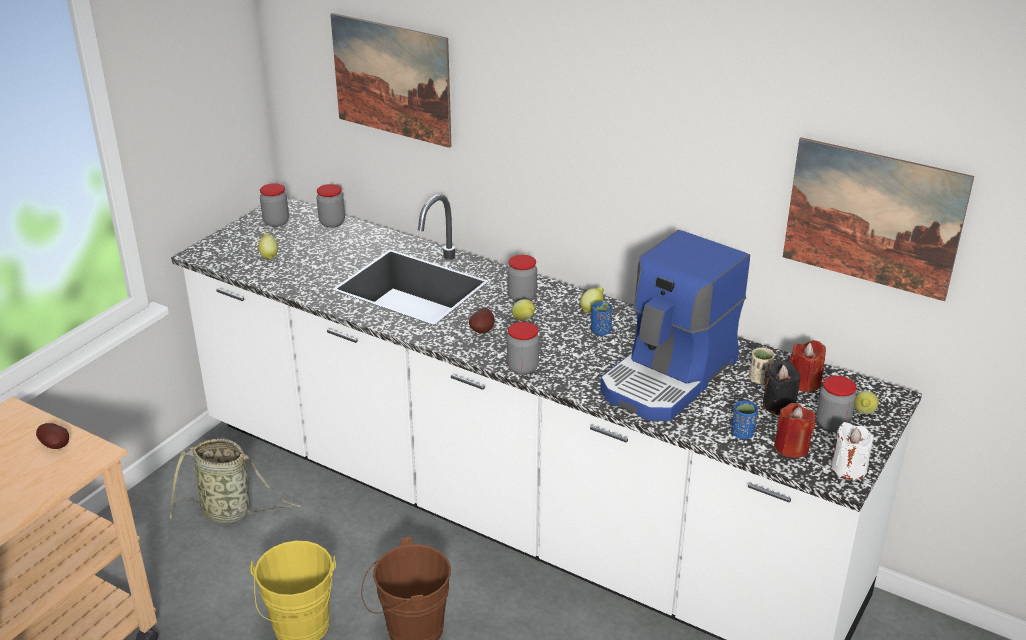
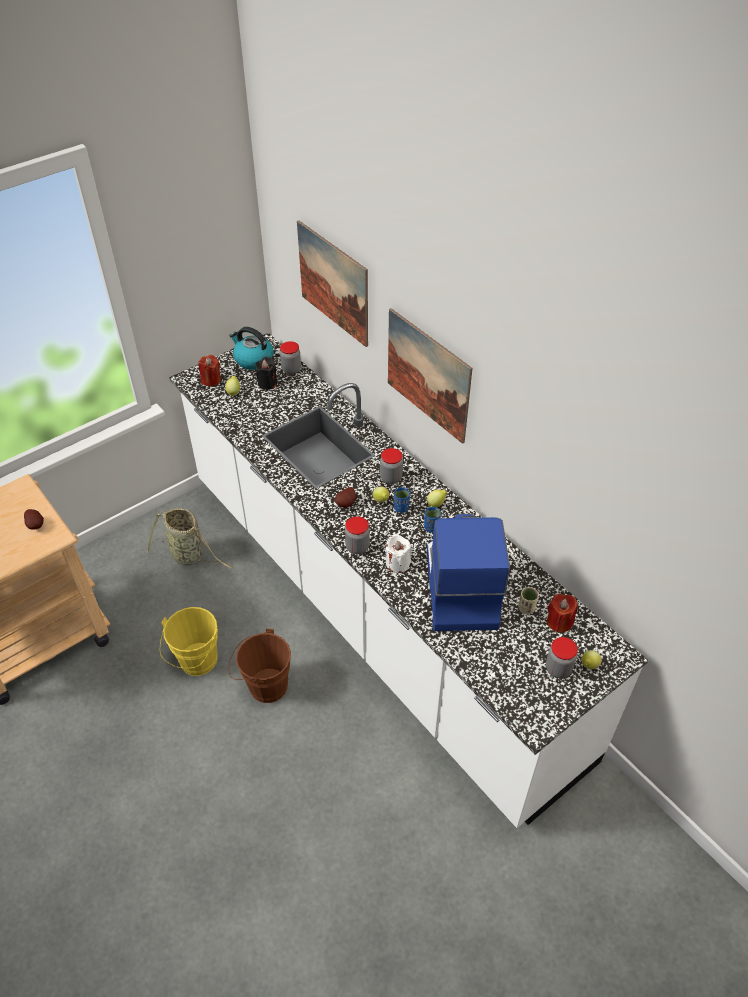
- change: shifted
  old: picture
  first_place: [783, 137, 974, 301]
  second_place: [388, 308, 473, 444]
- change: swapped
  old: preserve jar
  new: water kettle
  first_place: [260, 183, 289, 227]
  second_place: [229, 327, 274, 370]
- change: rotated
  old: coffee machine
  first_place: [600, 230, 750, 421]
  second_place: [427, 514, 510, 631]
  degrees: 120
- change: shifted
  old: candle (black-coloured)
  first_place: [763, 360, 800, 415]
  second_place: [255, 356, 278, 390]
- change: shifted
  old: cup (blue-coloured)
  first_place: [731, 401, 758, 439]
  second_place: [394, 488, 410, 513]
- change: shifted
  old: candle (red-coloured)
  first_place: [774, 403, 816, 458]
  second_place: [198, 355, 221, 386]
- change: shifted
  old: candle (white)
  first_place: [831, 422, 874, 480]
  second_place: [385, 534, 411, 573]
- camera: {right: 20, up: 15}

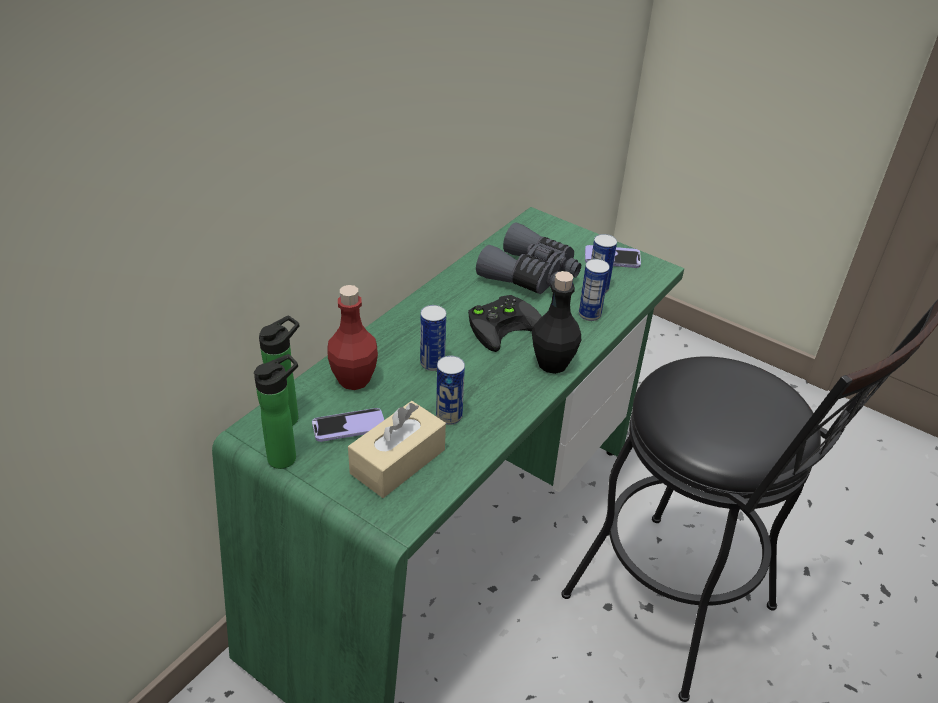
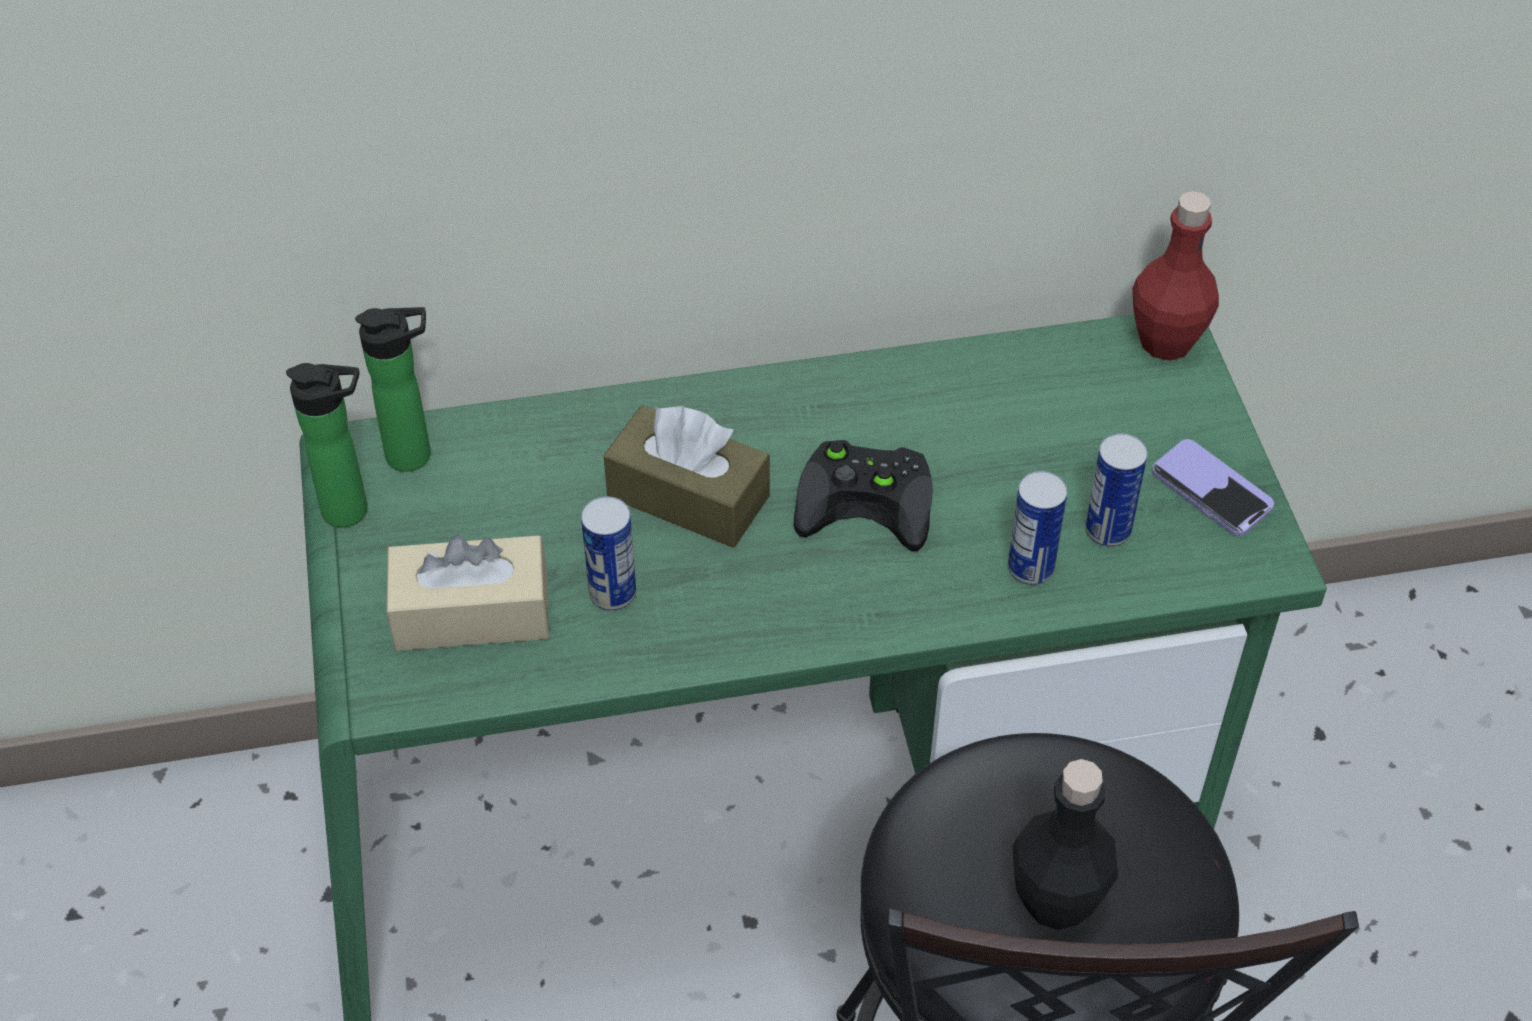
- change: gone
  old: field glasses (grey)
  first_place: [476, 223, 581, 294]
- change: shifted
  old: beverage bottle (black-coloured)
  first_place: [532, 271, 581, 374]
  second_place: [1013, 759, 1118, 930]
- change: shifted
  old: beverage bottle (red-coloured)
  first_place: [327, 285, 378, 390]
  second_place: [1132, 191, 1219, 361]
- change: swapped
  old: metal can
  new: box of tissues (brown-coloured)
  first_place: [420, 305, 446, 371]
  second_place: [604, 405, 770, 548]
- change: gone
  old: phone
  first_place: [312, 408, 384, 442]
- camera: {right: 45, up: 10}

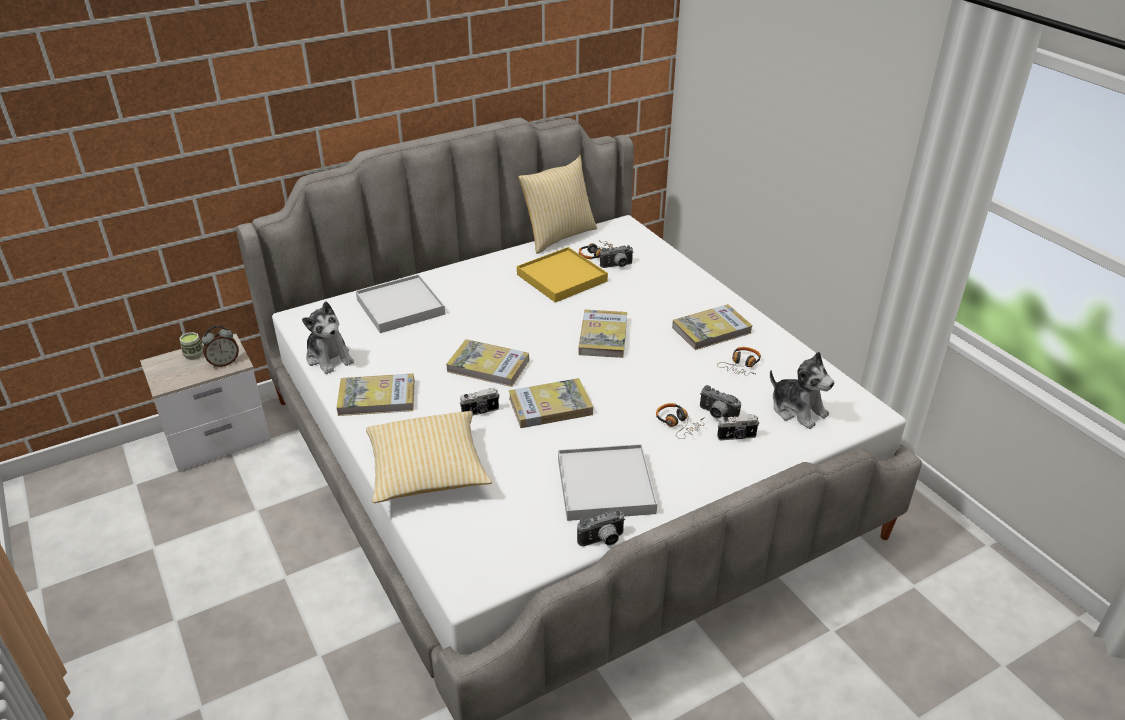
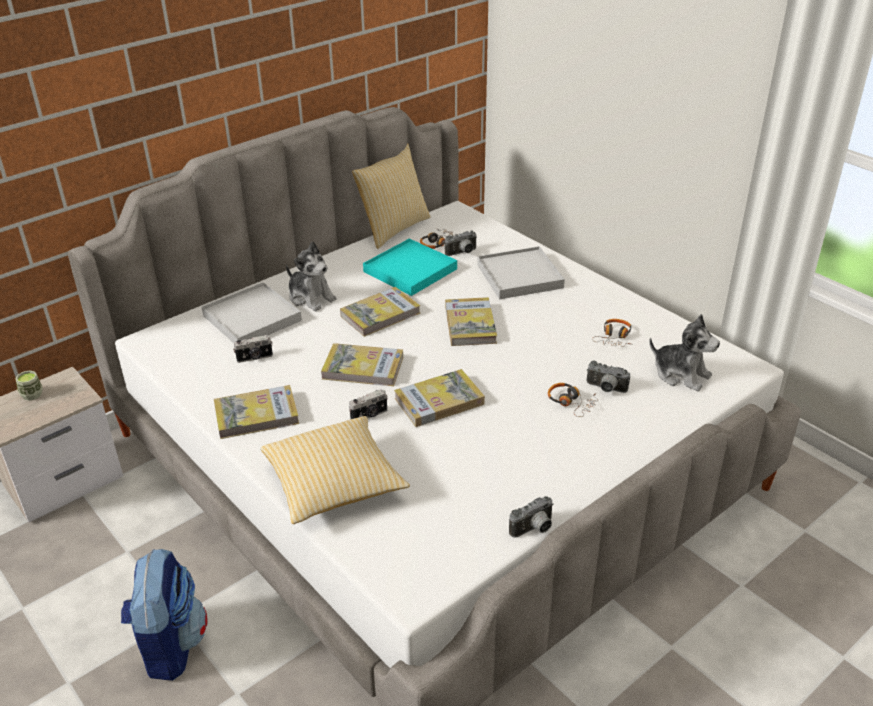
- change: repainted
  old: tray (yellow-coloured)
  new: tray (blue-green)
  first_place: [517, 247, 608, 303]
  second_place: [363, 239, 457, 296]
- change: shifted
  old: soft toy
  first_place: [302, 301, 354, 374]
  second_place: [286, 241, 337, 311]
- change: shifted
  old: bound book
  first_place: [672, 304, 753, 350]
  second_place: [340, 287, 420, 337]
- change: gone
  old: bedside clock
  first_place: [202, 325, 239, 368]
- change: shifted
  old: photo camera
  first_place: [717, 414, 759, 441]
  second_place: [233, 335, 273, 363]
- change: shifted
  old: tray (white)
  first_place: [558, 444, 657, 521]
  second_place: [477, 246, 565, 299]
- change: new
  new: backpack
  second_place: [121, 549, 208, 681]
- camera: {right: -10, up: 0}

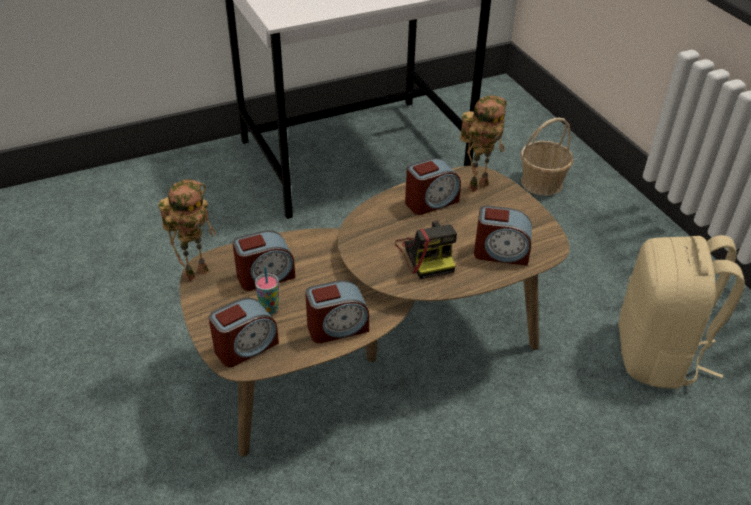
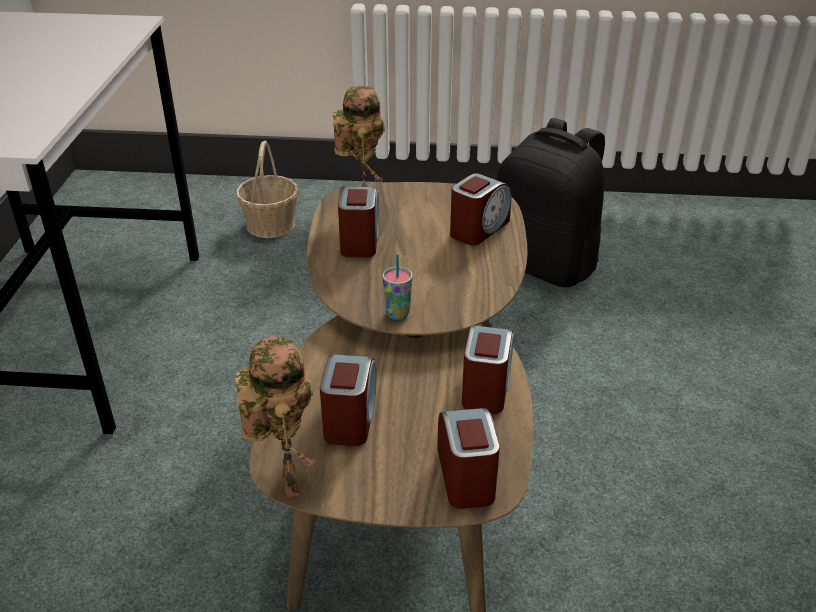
- change: gone
  old: photo camera
  first_place: [395, 220, 457, 279]
- change: repainted
  old: backpack (beige-coloured)
  new: backpack (black-coloured)
  first_place: [618, 235, 745, 389]
  second_place: [497, 118, 605, 288]
- change: shifted
  old: cup
  first_place: [255, 267, 279, 314]
  second_place: [383, 254, 412, 320]
- camera: {right: -60, up: -5}

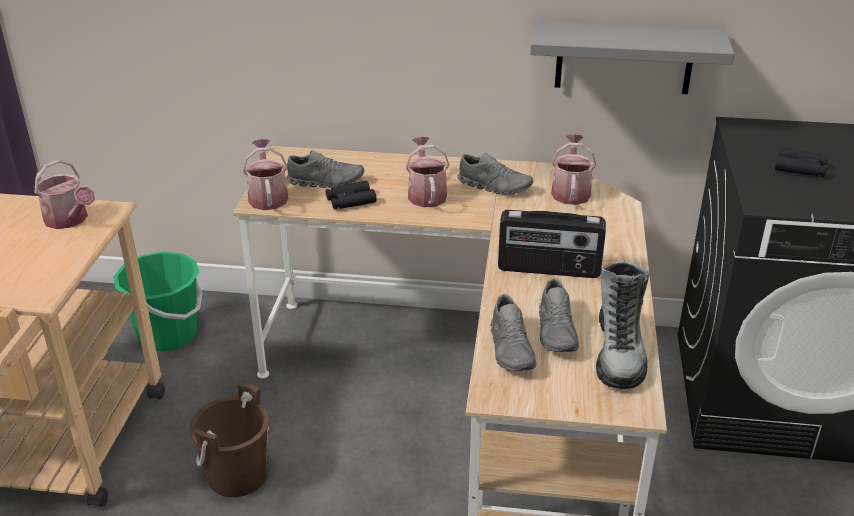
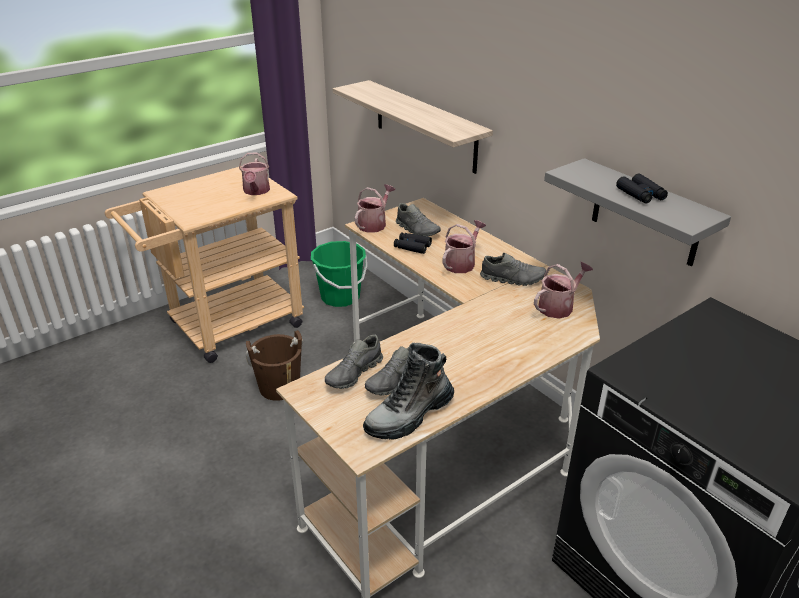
- change: shifted
  old: field glasses (black-coloured)
  first_place: [775, 146, 829, 177]
  second_place: [616, 174, 668, 204]
- change: rotated
  old: item of footwear (grey)
  first_place: [458, 152, 533, 195]
  second_place: [480, 253, 546, 286]
  degrees: -60
- change: gone
  old: radio
  first_place: [498, 210, 606, 278]
- change: new
  new: bracket shelf
  second_place: [333, 80, 493, 174]
- camera: {right: 45, up: 0}

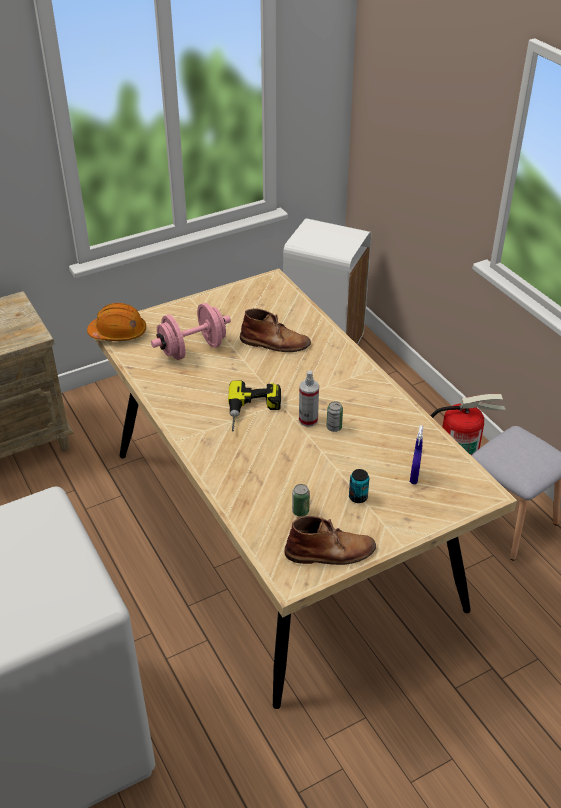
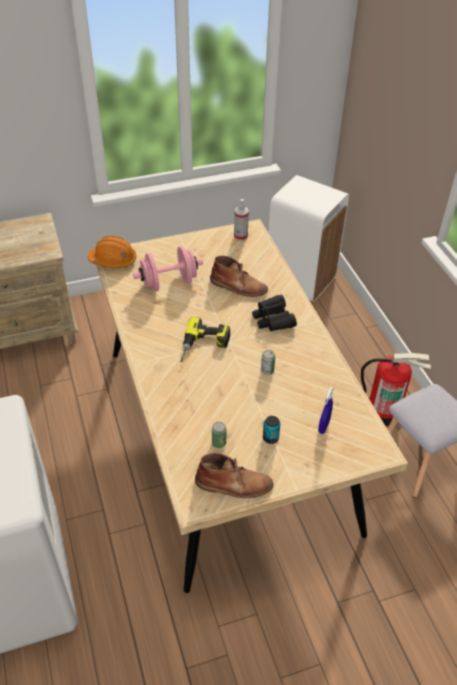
- change: shifted
  old: sprayer
  first_place: [299, 371, 319, 427]
  second_place: [234, 199, 249, 241]
- change: new
  new: field glasses (black-coloured)
  second_place: [252, 295, 297, 331]
- camera: {right: 10, up: 5}

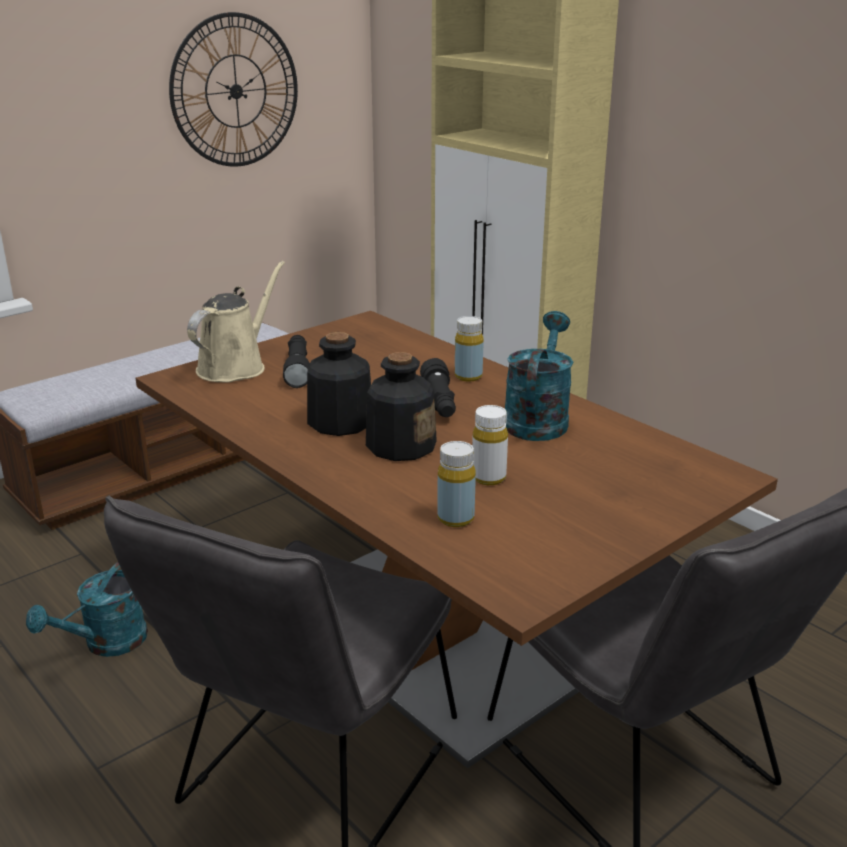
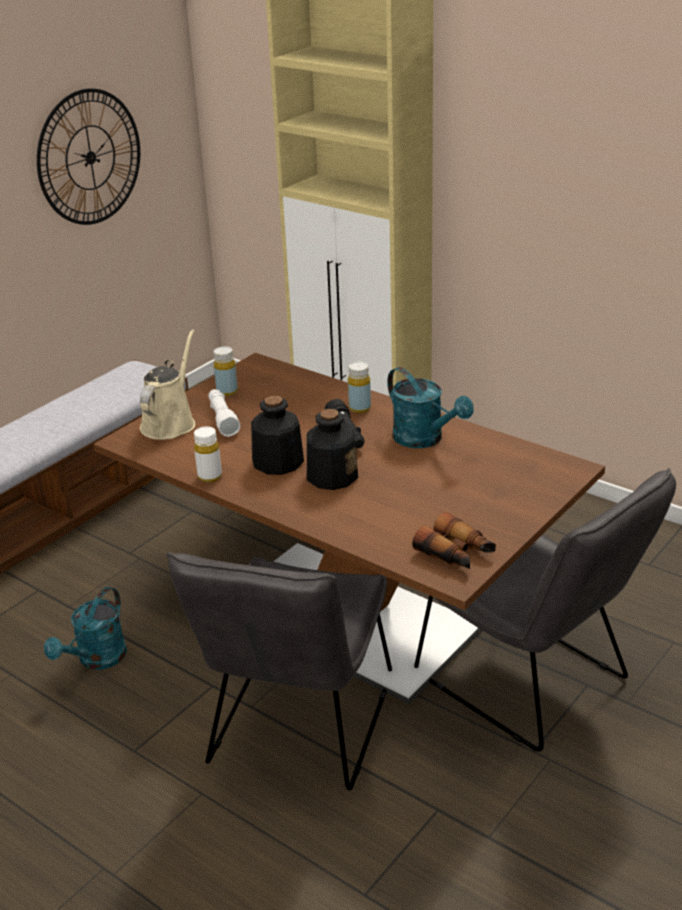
- change: rotated
  old: watering can (blue-green)
  first_place: [505, 311, 573, 441]
  second_place: [387, 367, 474, 448]
  degrees: 135
- change: repainted
  old: torch (black-coloured)
  new: torch (white)
  first_place: [283, 335, 310, 388]
  second_place: [208, 389, 240, 437]
- change: shifted
  old: beverage bottle (white)
  first_place: [472, 405, 508, 485]
  second_place: [194, 426, 222, 482]
- change: shifted
  old: beverage bottle (yellow-coloured)
  first_place: [437, 441, 476, 527]
  second_place: [214, 346, 238, 396]
- change: new
  new: field glasses
  second_place: [412, 512, 496, 569]
- camera: {right: -10, up: 5}

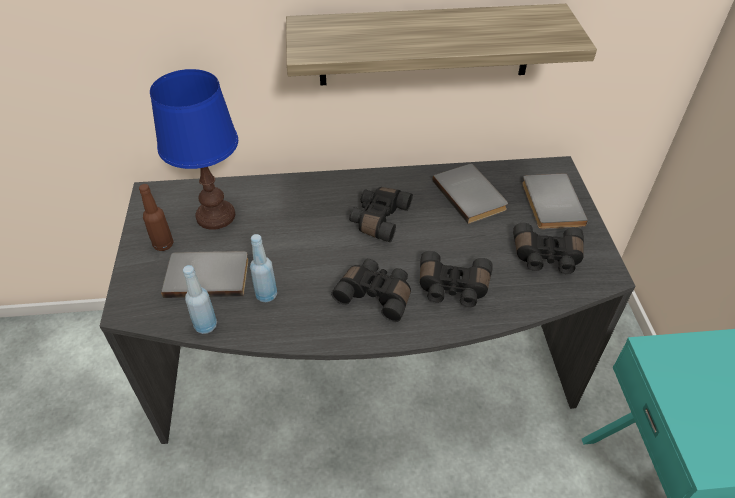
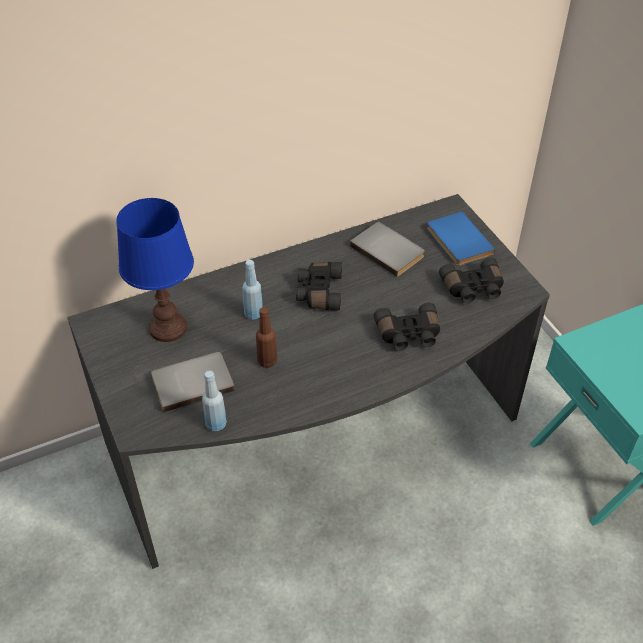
- change: gone
  old: bracket shelf
  first_place: [286, 4, 597, 86]
- change: repainted
  old: bound book (grey)
  new: bound book (blue-coloured)
  first_place: [522, 173, 588, 229]
  second_place: [427, 211, 495, 266]
- change: shifted
  old: beverage bottle (brown-coloured)
  first_place: [139, 184, 174, 251]
  second_place: [256, 307, 277, 368]
- change: shifted
  old: beverage bottle (blue-coloured)
  first_place: [250, 234, 277, 302]
  second_place: [242, 260, 262, 320]
- change: gone
  old: field glasses (black-coloured)
  first_place: [331, 259, 411, 322]
- camera: {right: -20, up: 0}

